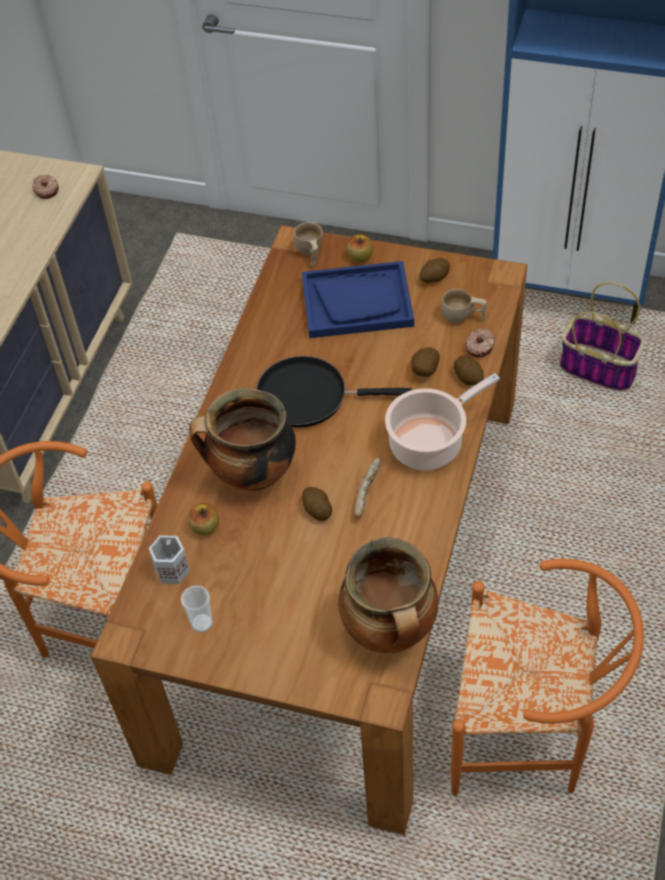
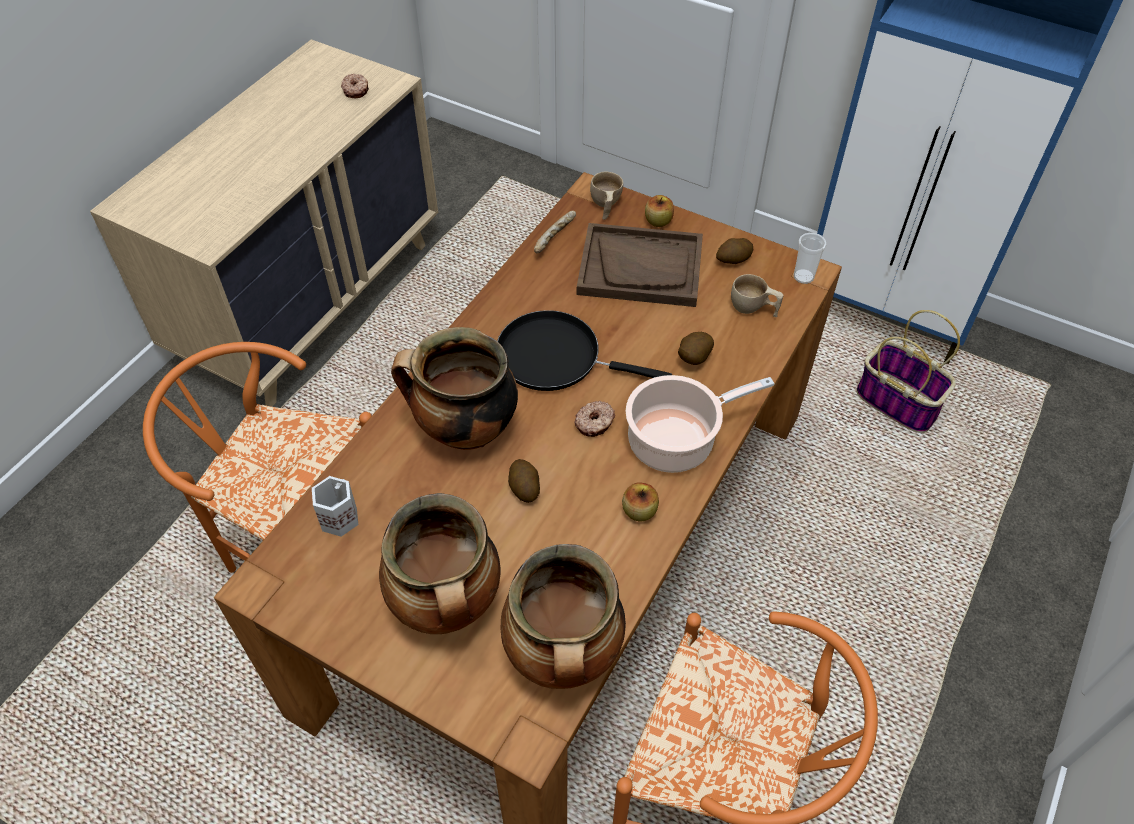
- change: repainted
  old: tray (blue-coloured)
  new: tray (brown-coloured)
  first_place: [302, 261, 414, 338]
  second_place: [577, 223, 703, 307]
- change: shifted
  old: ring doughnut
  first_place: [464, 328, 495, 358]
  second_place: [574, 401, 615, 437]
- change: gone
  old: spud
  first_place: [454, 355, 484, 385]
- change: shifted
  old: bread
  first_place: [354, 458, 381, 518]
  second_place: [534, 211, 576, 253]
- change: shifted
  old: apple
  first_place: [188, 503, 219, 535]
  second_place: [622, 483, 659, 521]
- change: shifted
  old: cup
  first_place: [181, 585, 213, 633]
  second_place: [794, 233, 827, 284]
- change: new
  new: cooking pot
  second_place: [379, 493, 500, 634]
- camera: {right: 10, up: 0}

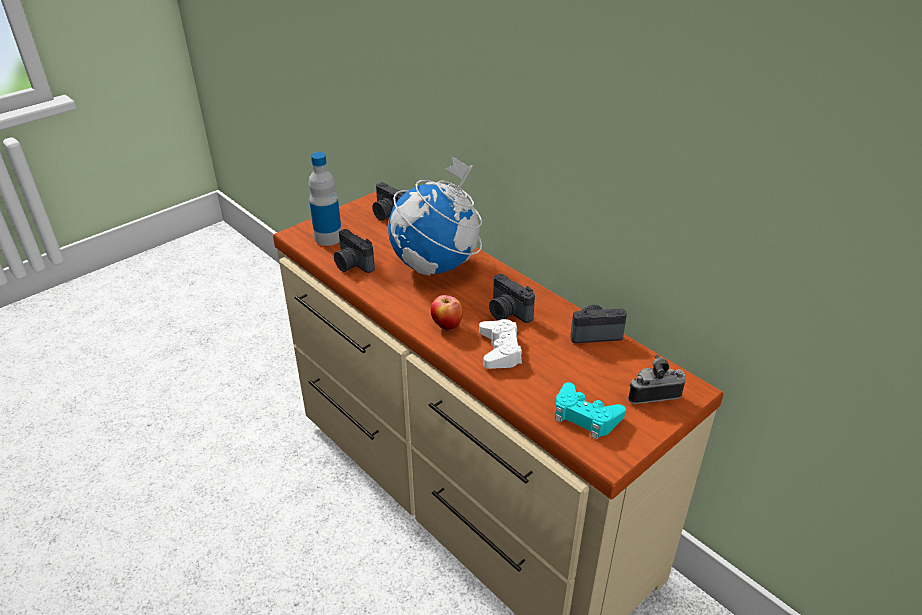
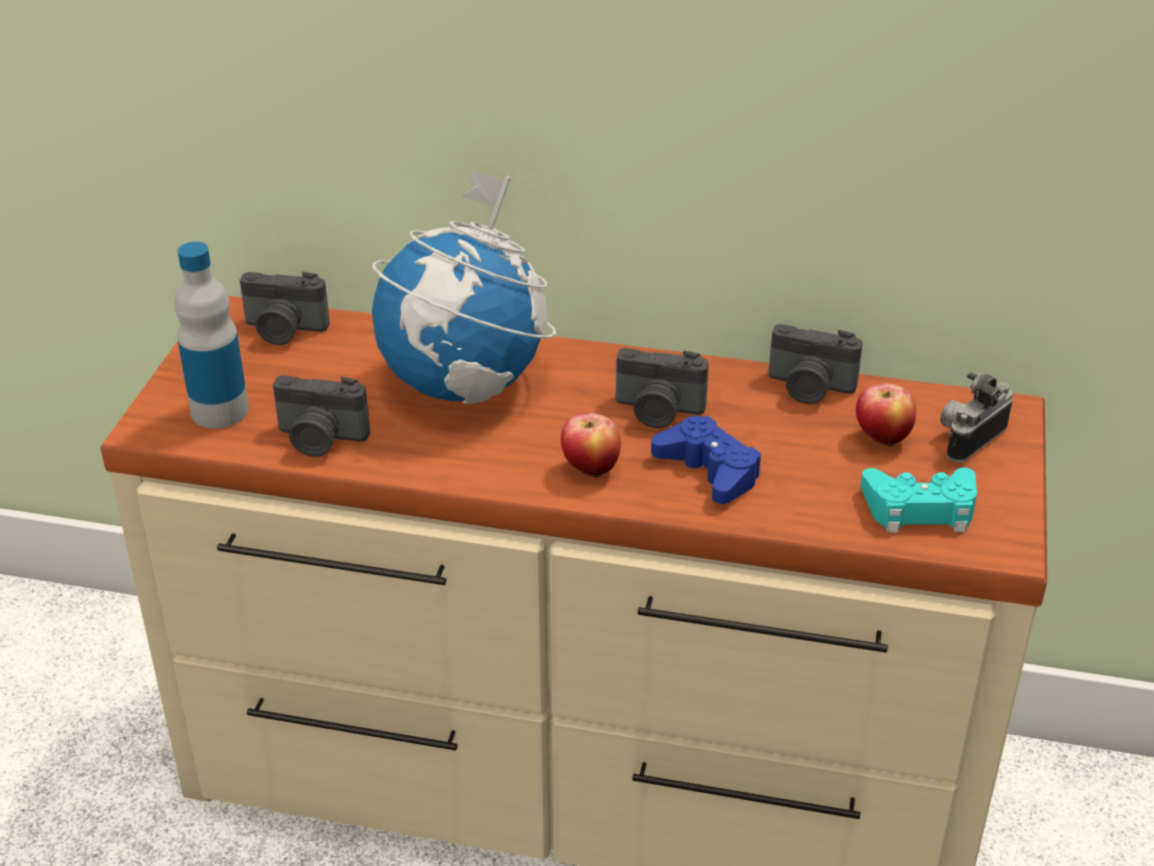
- change: rotated
  old: photo camera
  first_place: [570, 305, 627, 343]
  second_place: [768, 324, 863, 404]
  degrees: -120
- change: repainted
  old: joypad (white)
  new: joypad (blue-coloured)
  first_place: [479, 319, 522, 369]
  second_place: [651, 416, 761, 504]
- change: new
  new: apple
  second_place: [856, 383, 916, 447]
- camera: {right: -35, up: 0}

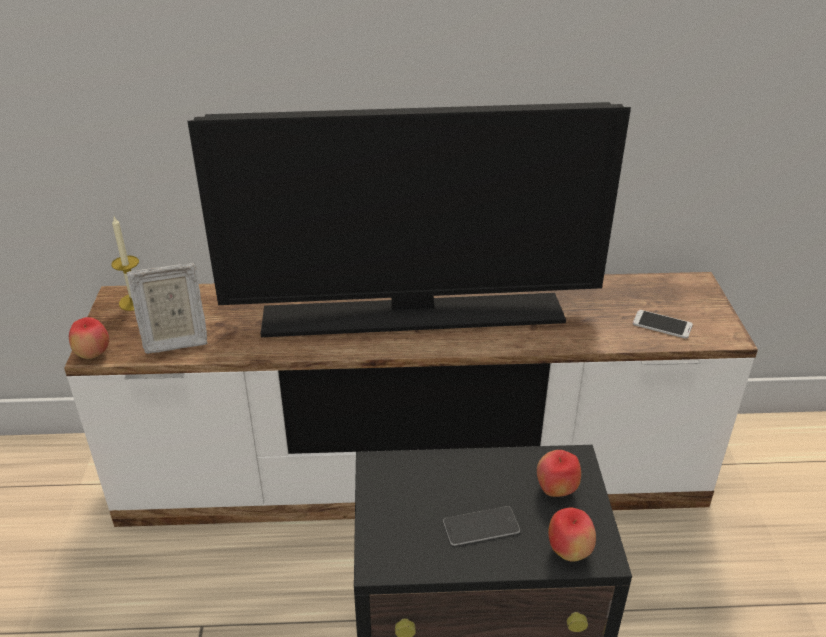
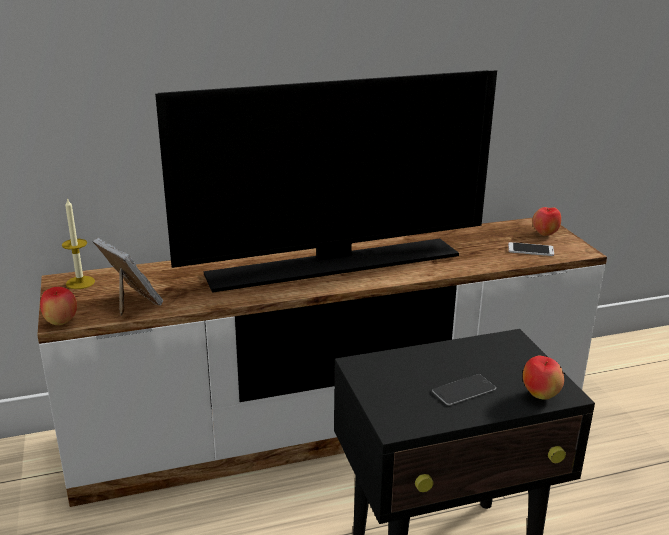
- change: rotated
  old: standing frame
  first_place: [127, 263, 208, 354]
  second_place: [92, 238, 163, 316]
  degrees: -105
- change: shifted
  old: apple
  first_place: [537, 450, 581, 497]
  second_place: [532, 207, 561, 236]
- camera: {right: -15, up: -10}

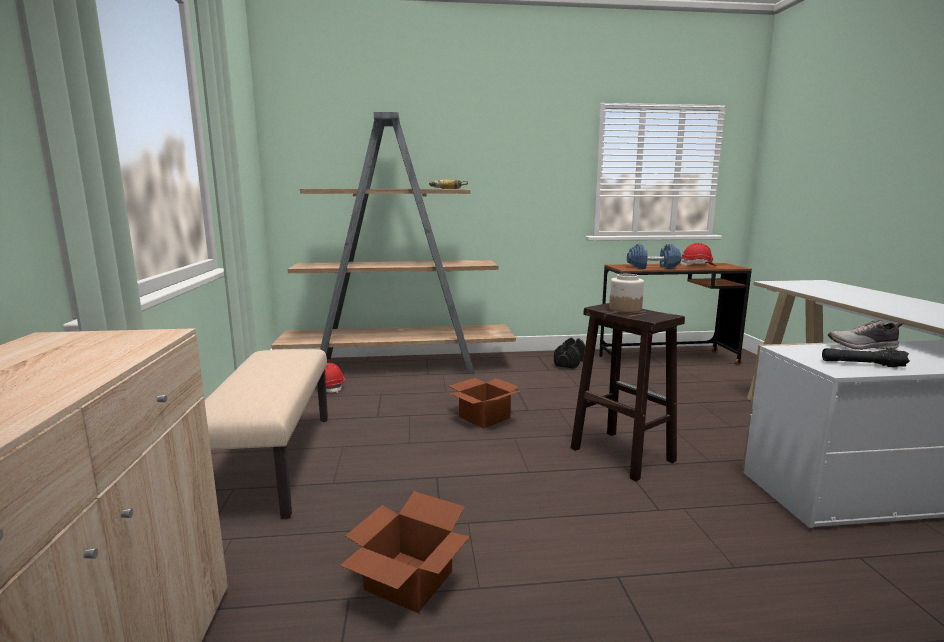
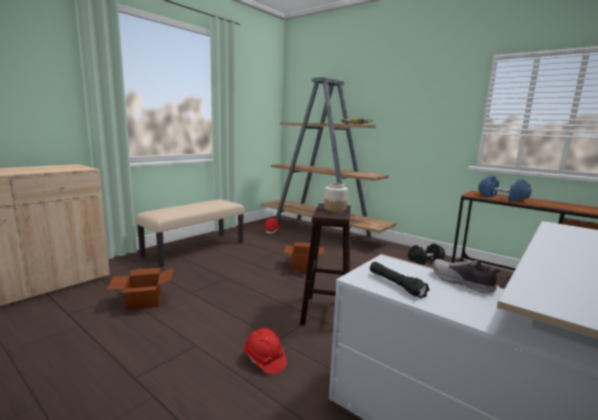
- change: shifted
  old: safety helmet (red-coloured)
  first_place: [681, 243, 716, 266]
  second_place: [244, 328, 287, 375]
- camera: {right: 45, up: 0}

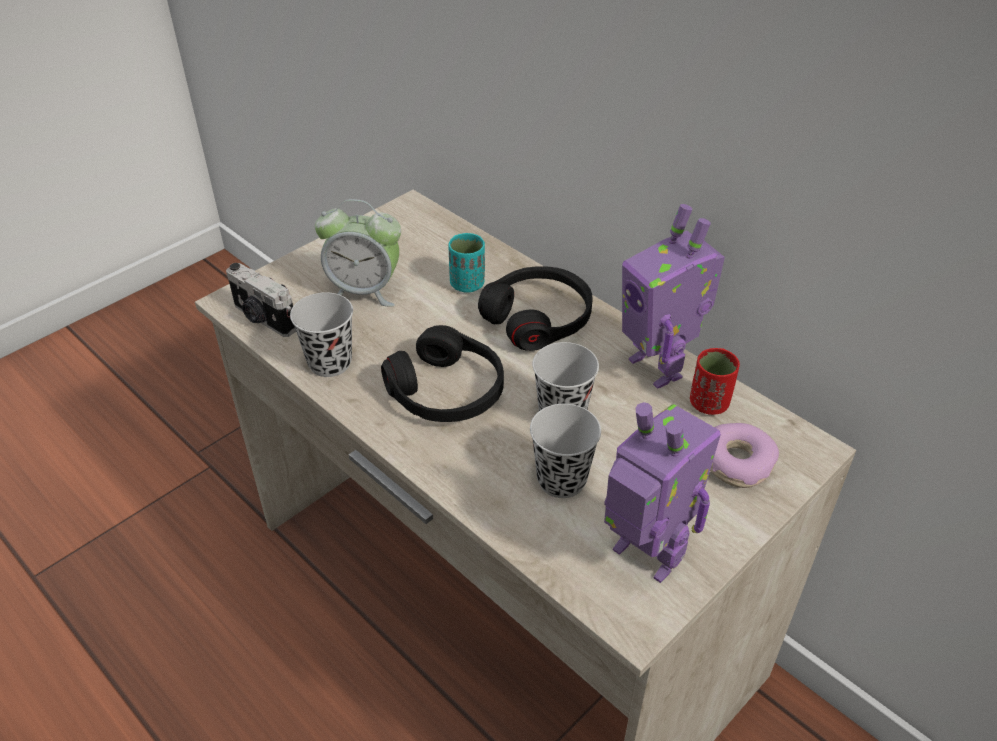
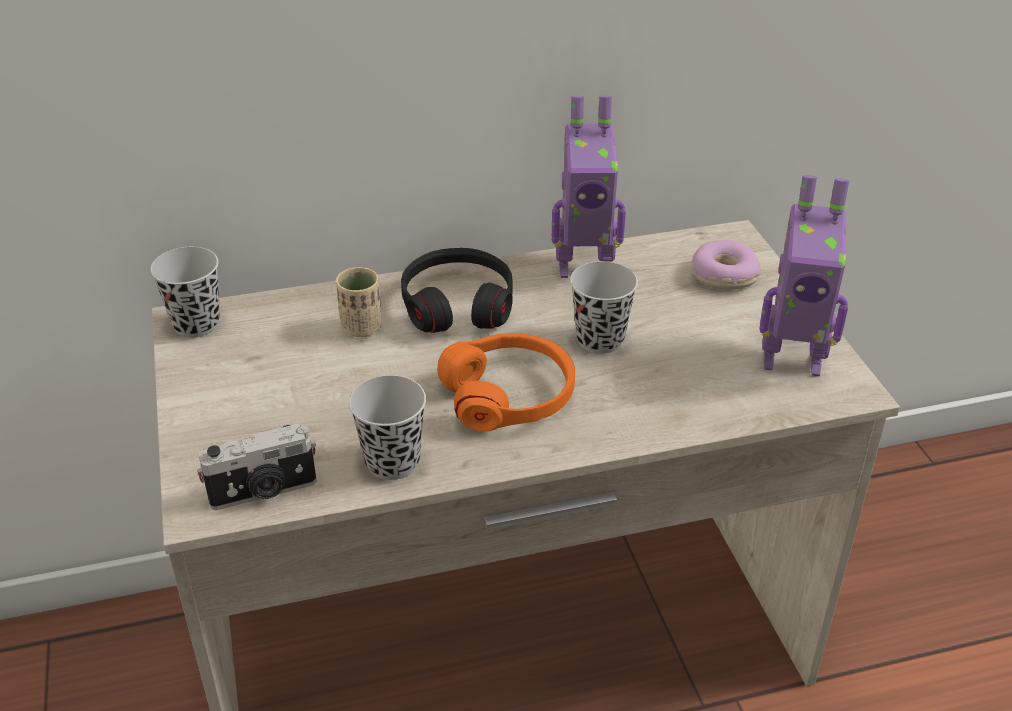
- change: gone
  old: bedside clock
  first_place: [315, 199, 401, 307]
- change: repainted
  old: cup (blue-green)
  new: cup (beige-coloured)
  first_place: [449, 233, 485, 293]
  second_place: [336, 267, 382, 337]
- change: repainted
  old: pair of headphones (black-coloured)
  new: pair of headphones (orangey)
  first_place: [381, 325, 504, 422]
  second_place: [437, 333, 575, 431]
- change: gone
  old: cup (red-coloured)
  first_place: [690, 348, 740, 415]
- change: rotated
  old: toy robot
  first_place: [604, 402, 721, 583]
  second_place: [759, 175, 849, 377]
  degrees: -150
- change: shifted
  old: cup (black-coloured)
  first_place: [530, 404, 601, 498]
  second_place: [150, 247, 220, 337]
- camera: {right: -60, up: -5}

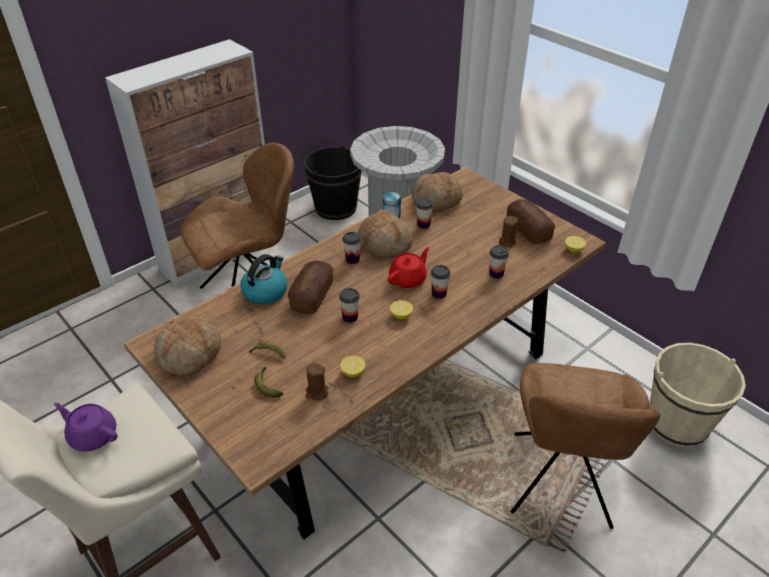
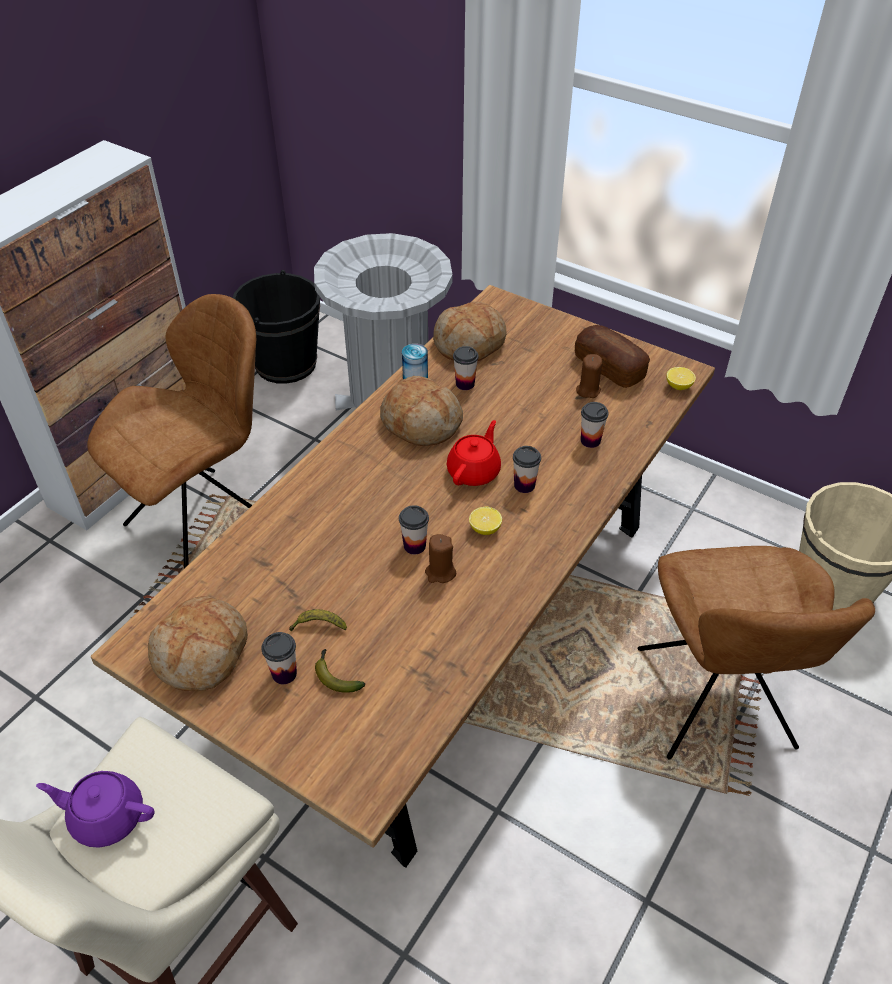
- change: shifted
  old: cup
  first_place: [343, 232, 361, 264]
  second_place: [261, 632, 297, 684]
- change: gone
  old: water kettle
  first_place: [240, 254, 287, 305]
- change: gone
  old: bread
  first_place: [288, 261, 333, 315]
- change: gone
  old: whole lemon
  first_place: [340, 356, 365, 378]
- change: shifted
  old: candle (brown-coloured)
  first_place: [306, 363, 328, 401]
  second_place: [425, 534, 456, 583]
- camera: {right: -15, up: 5}

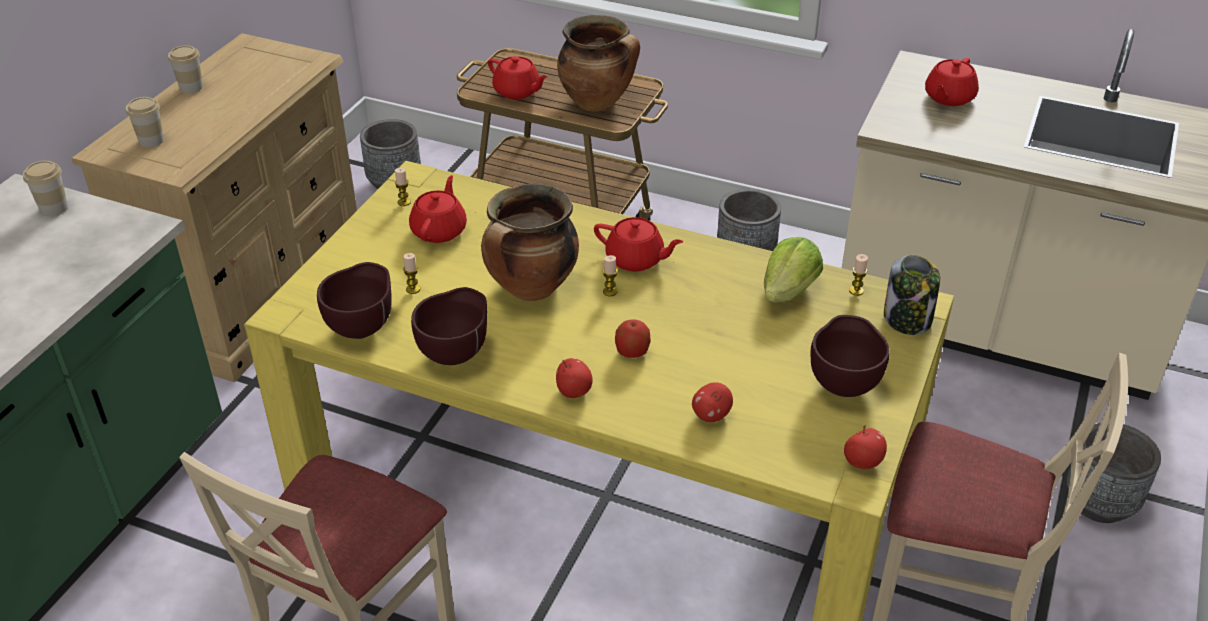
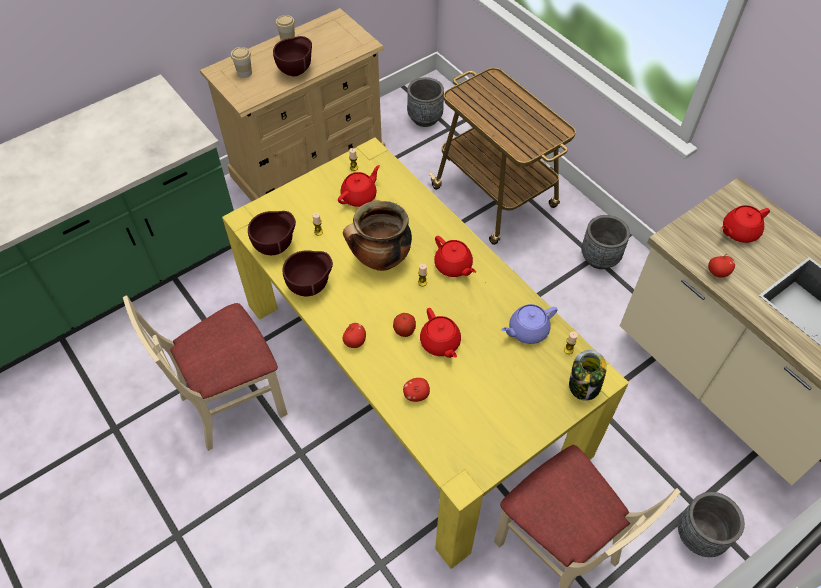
- change: gone
  old: cooking pot
  first_place: [557, 15, 640, 111]
- change: shifted
  old: pot for tea (red-coloured)
  first_place: [488, 56, 548, 99]
  second_place: [420, 308, 461, 358]
- change: gone
  old: cup
  first_place: [23, 161, 68, 216]
- change: swapped
  old: lettuce head
  new: pot for tea (purplish)
  first_place: [764, 237, 823, 303]
  second_place: [501, 304, 558, 344]
- change: shifted
  old: deep dish (brown-coloured)
  first_place: [811, 315, 890, 397]
  second_place: [273, 36, 312, 76]
- change: shifted
  old: apple
  first_place: [844, 425, 887, 469]
  second_place: [708, 254, 735, 278]
- camera: {right: 30, up: 15}

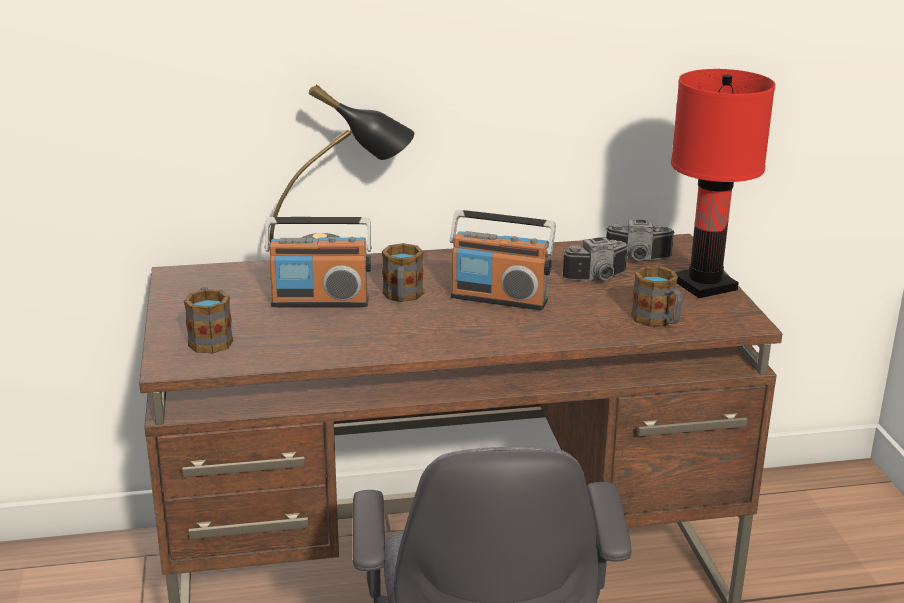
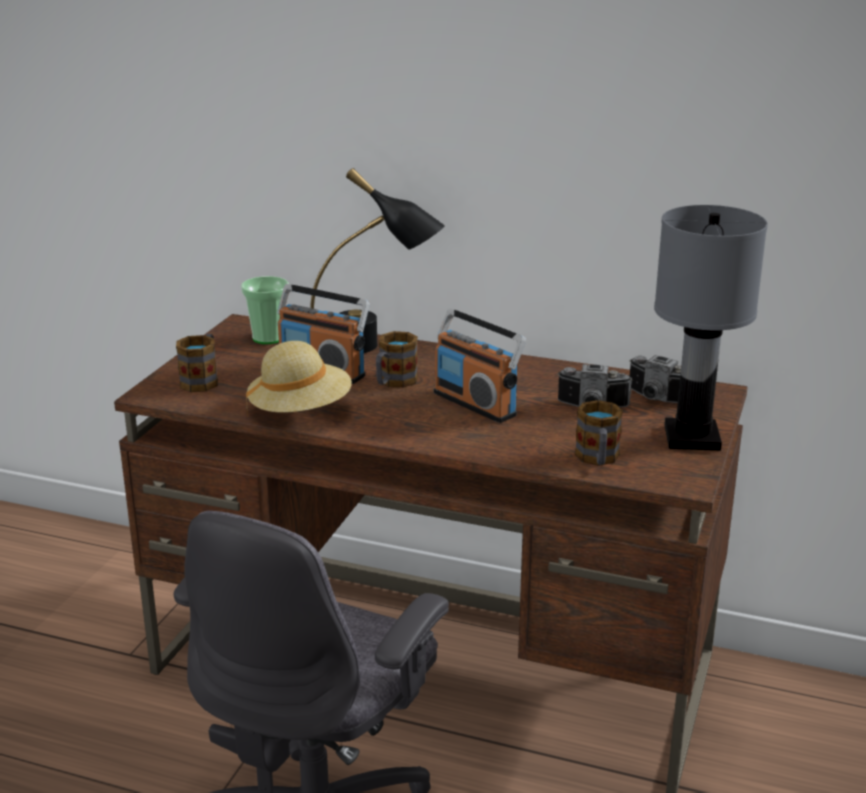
- change: repainted
  old: tabletop lamp (red-coloured)
  new: tabletop lamp (grey)
  first_place: [671, 69, 776, 298]
  second_place: [654, 205, 768, 451]
- change: new
  new: cup
  second_place: [241, 276, 289, 344]
- change: new
  new: hat (beige-coloured)
  second_place: [246, 341, 352, 415]
- camera: {right: 30, up: 0}

